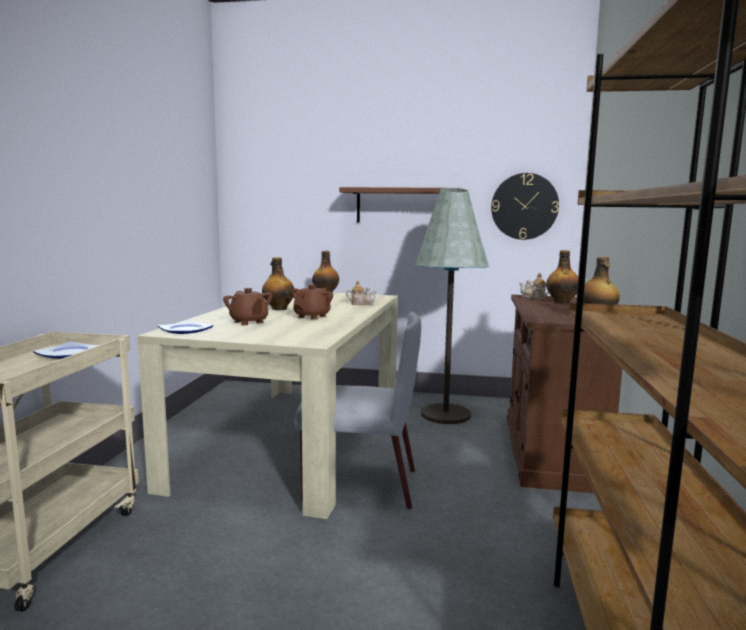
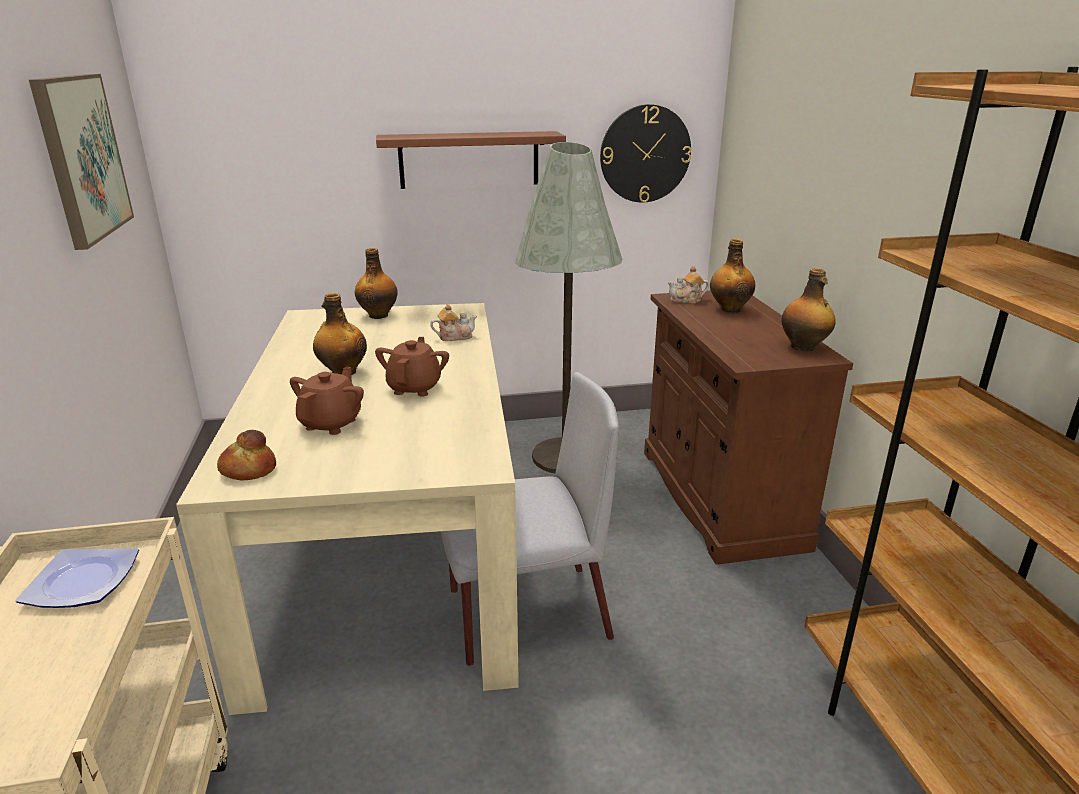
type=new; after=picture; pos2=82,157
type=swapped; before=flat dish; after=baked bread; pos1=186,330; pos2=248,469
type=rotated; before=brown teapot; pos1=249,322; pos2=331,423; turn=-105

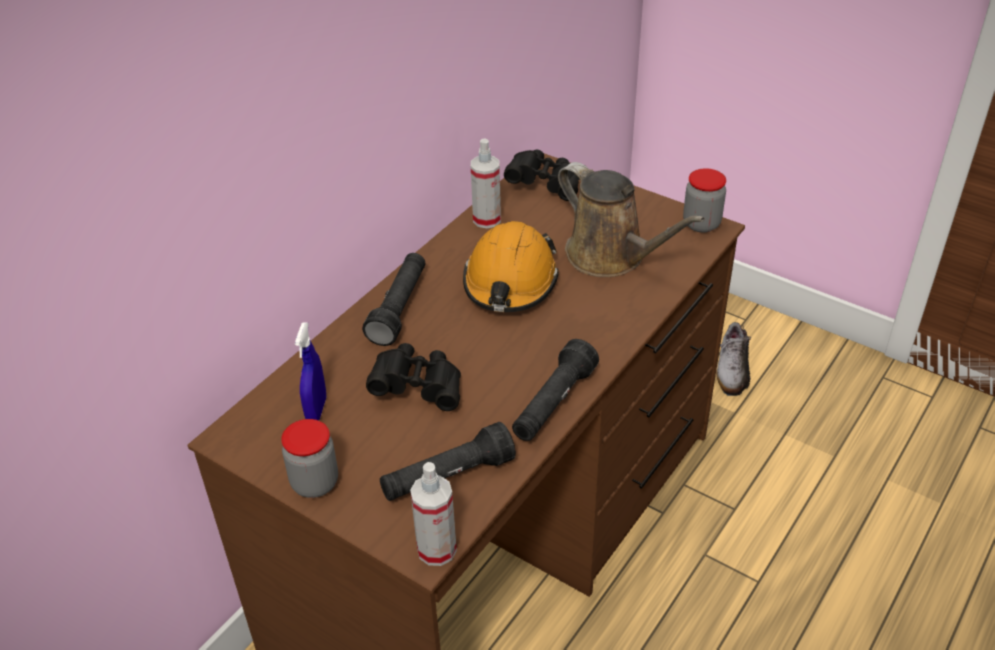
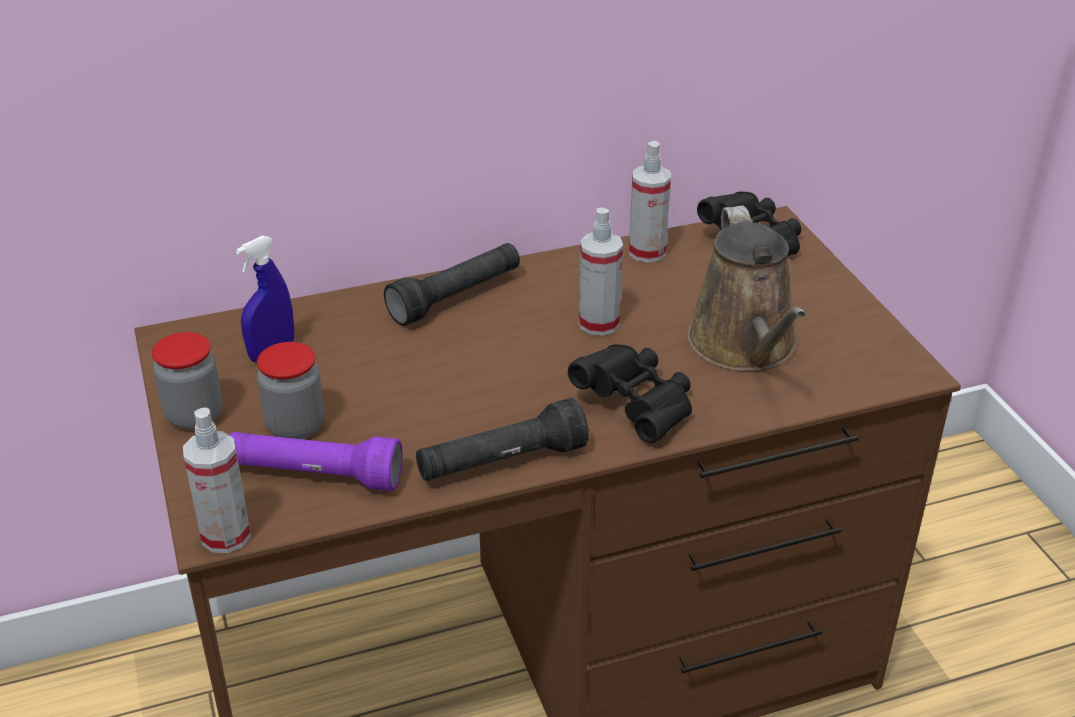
type=repainted; before=blackish flashlight; after=purple-coloured flashlight; pos1=447,477; pos2=315,475
type=shifted; before=storage jar; pos1=701,224; pos2=295,426
type=shifted; before=blackish binoculars; pos1=418,388; pos2=637,406
type=swapped; before=orange-coloured safety helmet; after=sprayer; pos1=510,282; pos2=598,323
type=gone; before=shoe; pos1=732,369

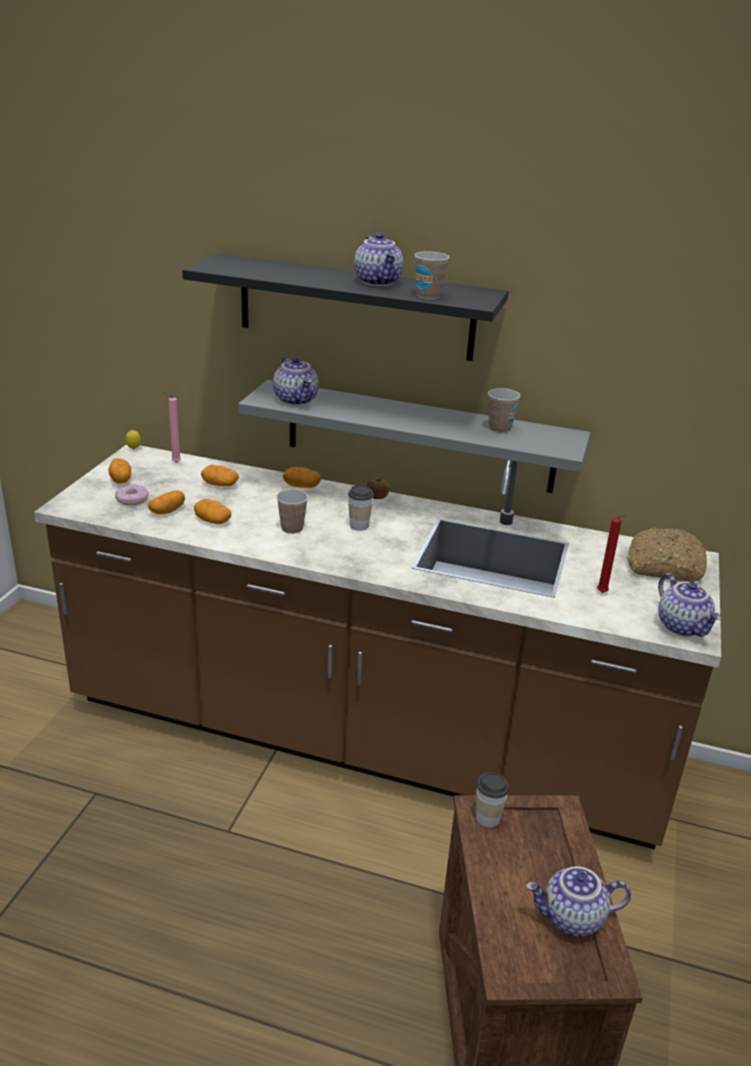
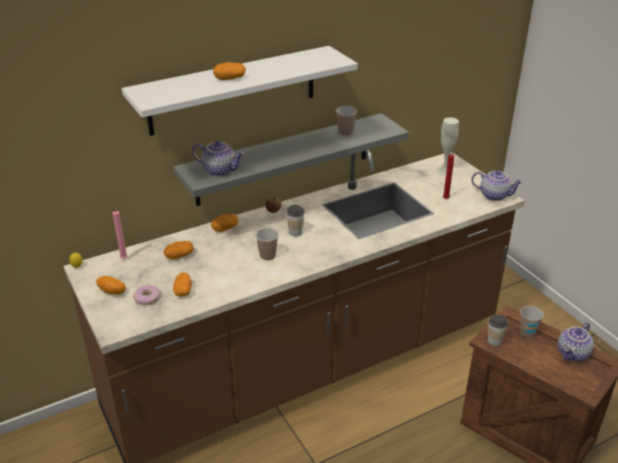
type=repainted; before=blackish wall shelf; after=whitish wall shelf; pos1=355,307; pos2=233,90
type=shifted; before=whole potato; pos1=212,521; pos2=229,79
type=swapped; before=baked bread; after=whitish decorative vase; pos1=663,566; pos2=444,171
type=shifted; before=small cup; pos1=428,296; pos2=527,332
type=gone; before=teapot; pos1=379,282

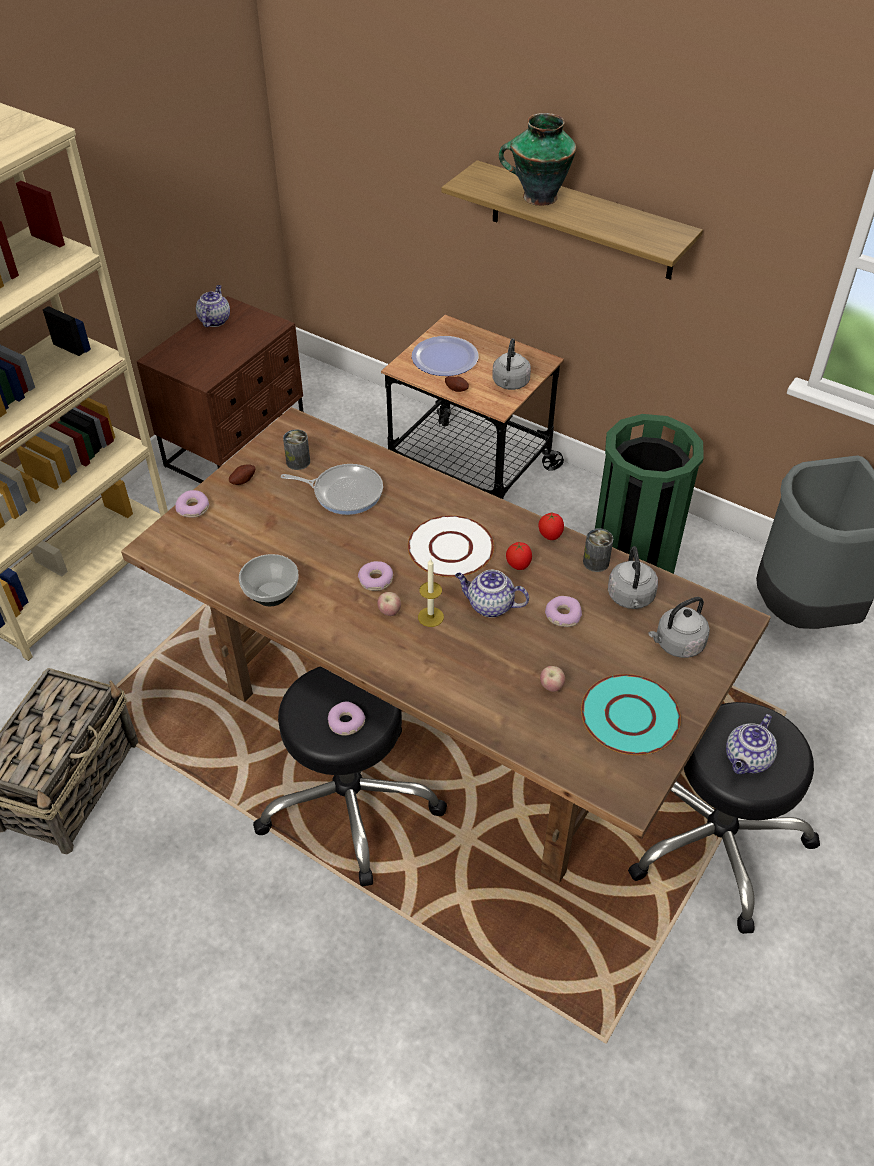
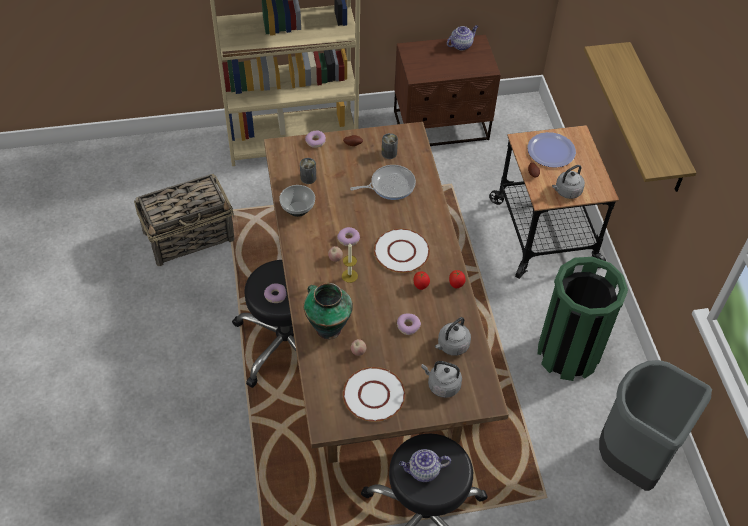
type=shifted; before=metal can; pos1=596,562; pos2=308,178
type=shifted; before=decorative vase; pos1=538,197; pos2=327,327
type=repainted; before=turquoise-coloured flat dish; after=whitish flat dish; pos1=630,716; pos2=374,395
type=rotated; before=pan; pos1=344,492; pos2=390,185; turn=-75
type=gone; before=teapot; pos1=489,606

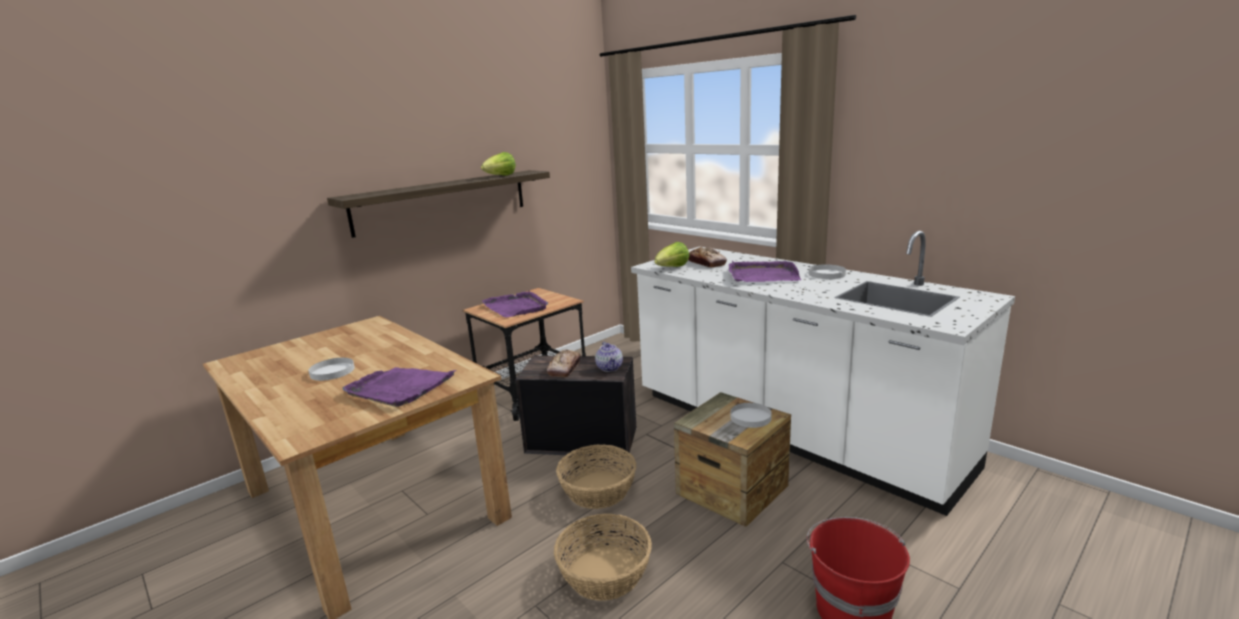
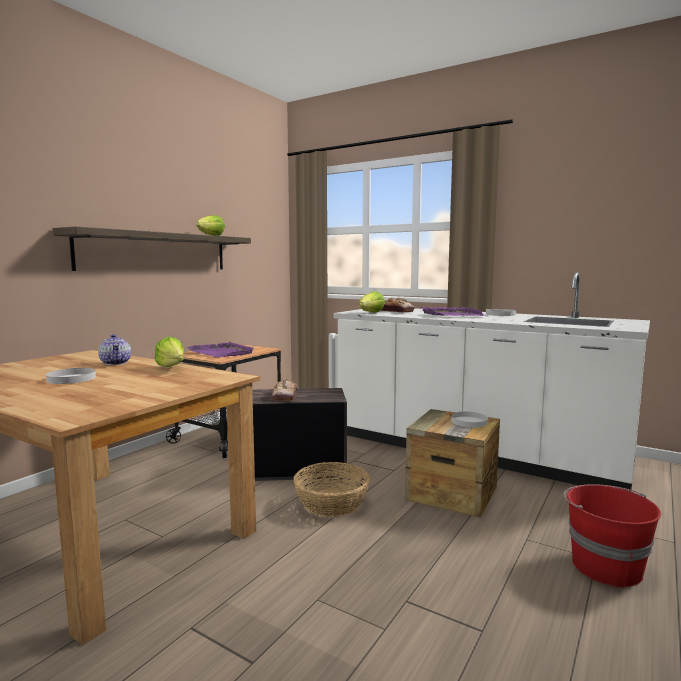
type=shifted; before=teapot; pos1=610,368; pos2=116,363
type=new; after=lettuce; pos2=172,368
type=gone; before=purple-coloured serving tray; pos1=400,388
type=gone; before=basket; pos1=604,572

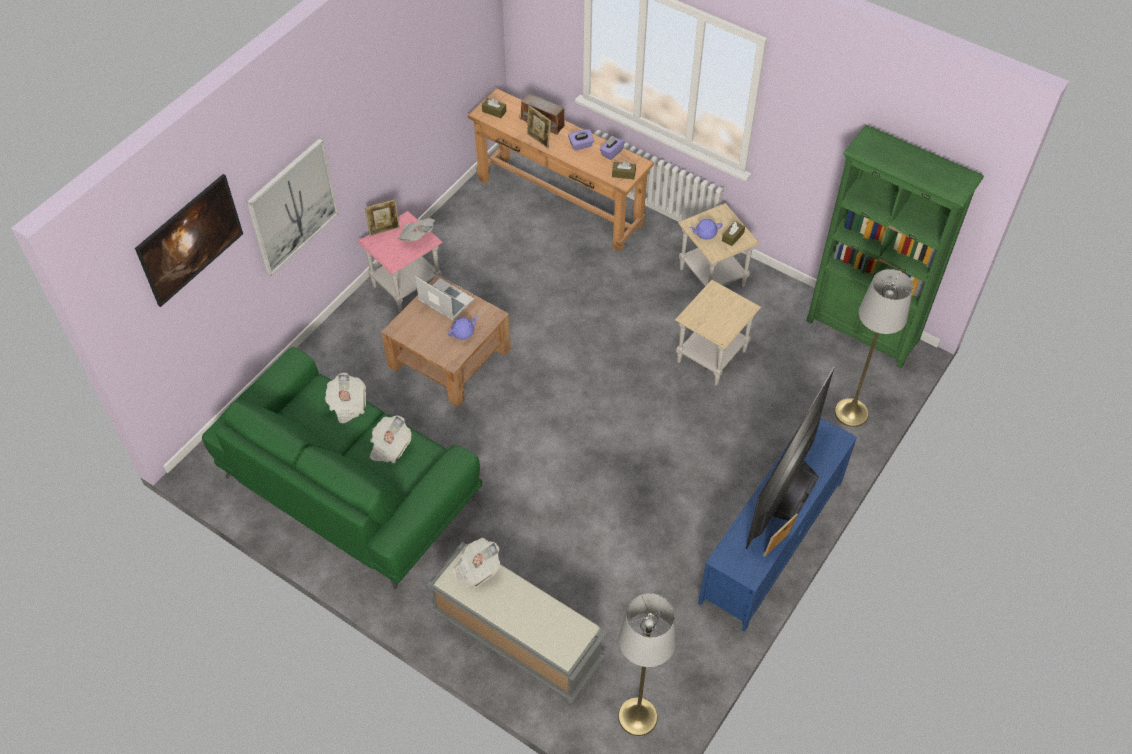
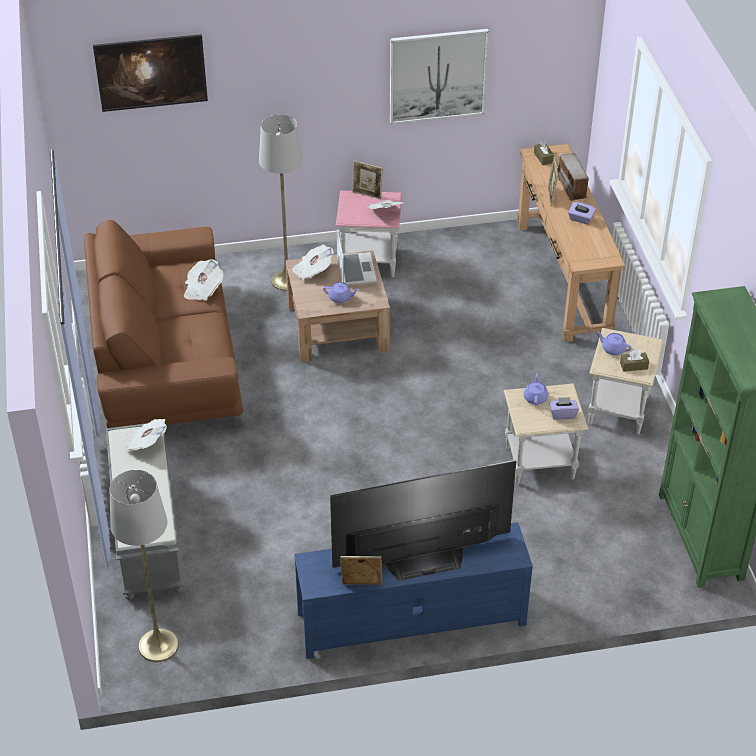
type=repainted; before=green-coloured settee; after=brown settee; pos1=349,486; pos2=166,358
type=shifted; before=gray standard lamp; pos1=851,412; pos2=287,280
type=shifted; before=newspaper; pos1=390,446; pos2=312,271
type=shifted; before=picture; pos1=292,207; pos2=437,76
type=new; after=purple-coloured teapot; pos2=535,397
type=shifted; before=purple-coloured tissue holder; pos1=611,153; pos2=562,414
type=gone; before=brown tissue holder; pos1=623,174

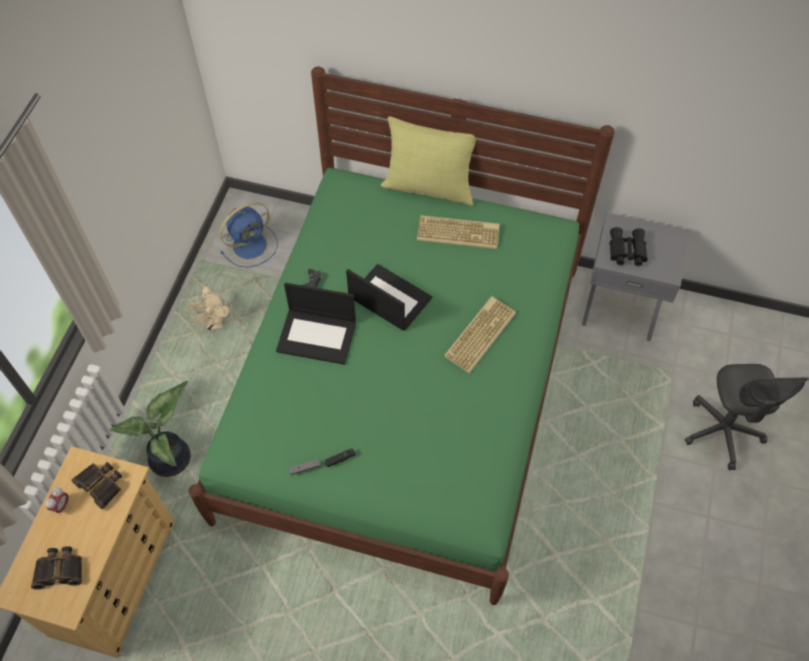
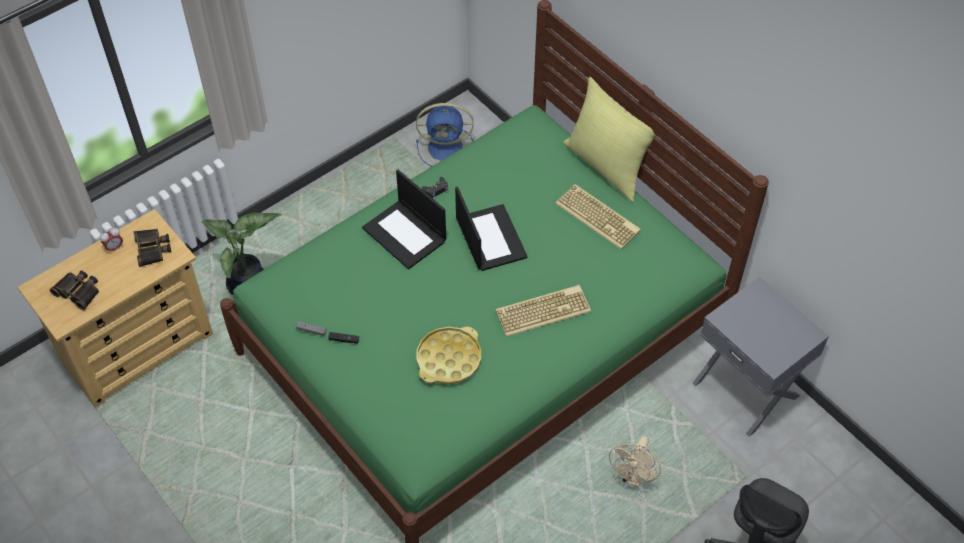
type=new; after=yellow-coloured serving tray; pos2=448,359
type=shifted; before=beige cooling fan; pos1=214,323; pos2=633,477
type=gone; before=blackish binoculars; pos1=626,251

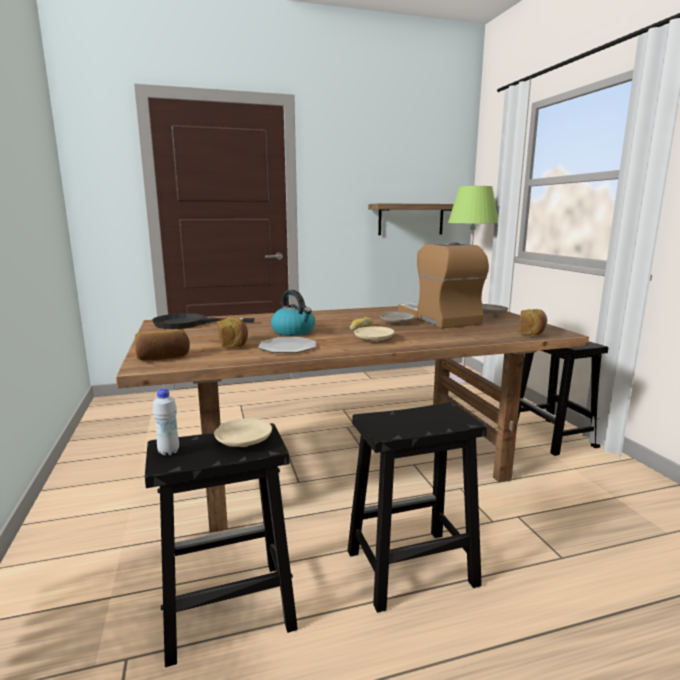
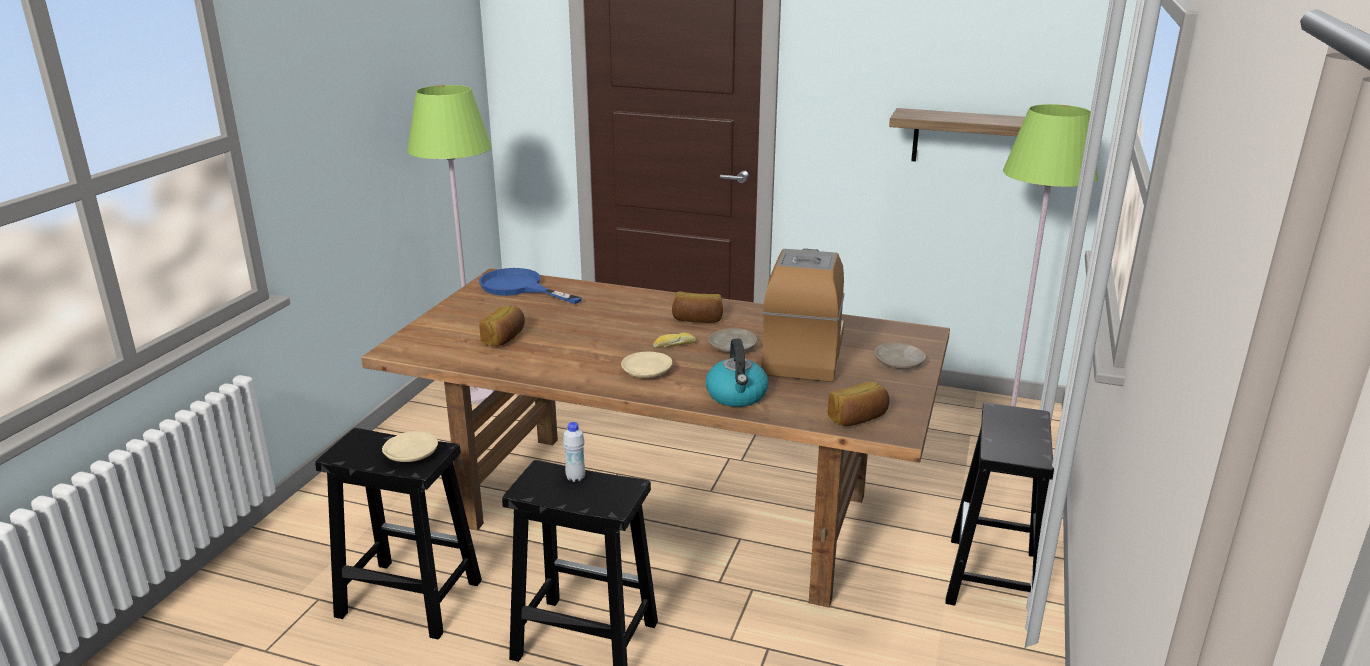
type=new; after=green-coloured standard lamp; pos2=474,393
type=repainted; before=blackish pan; after=bluish pan; pos1=190,323; pos2=519,287
type=shifted; before=whitish bottle; pos1=168,452; pos2=575,478
type=shifted; before=baked bread; pos1=163,358; pos2=697,320
type=shifted; before=tea kettle; pos1=294,332; pos2=737,396
type=gone; before=flat dish; pos1=287,347

